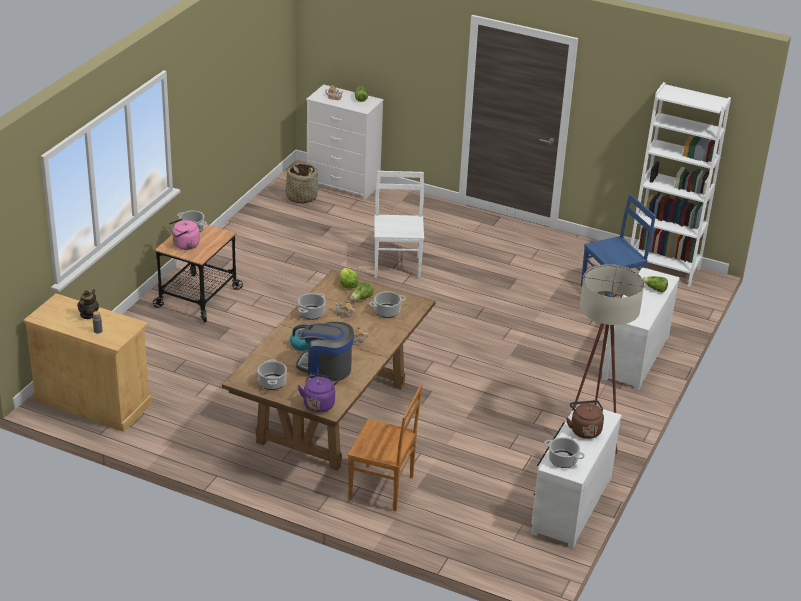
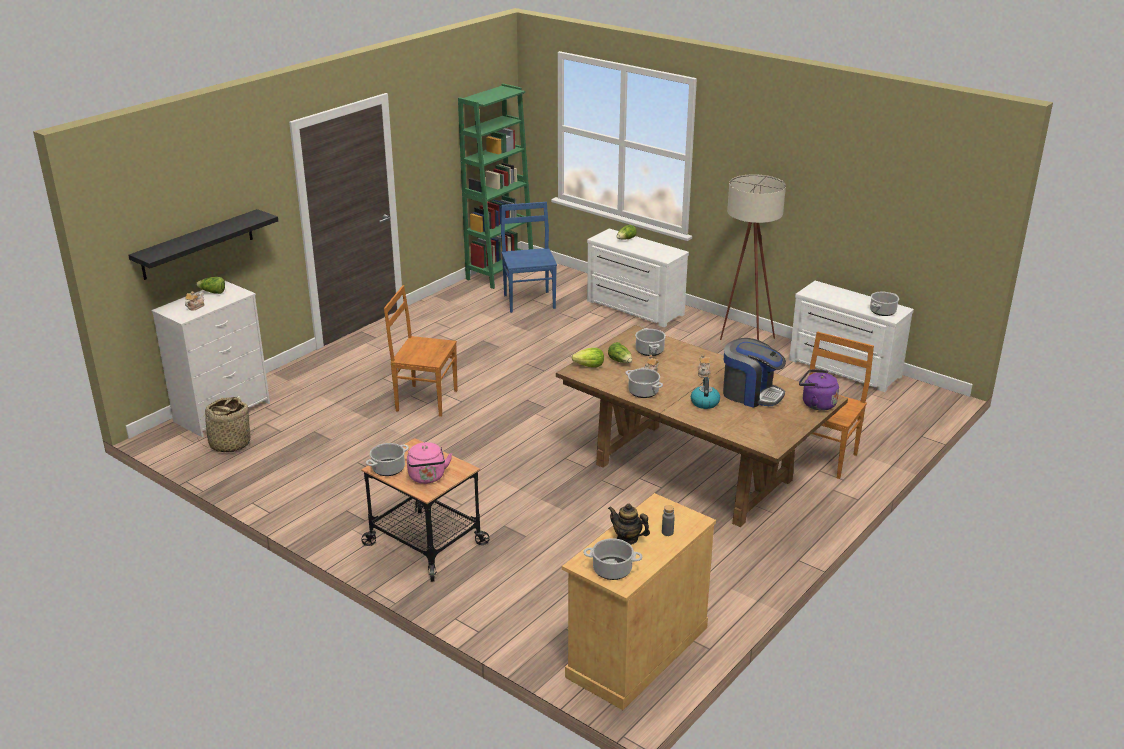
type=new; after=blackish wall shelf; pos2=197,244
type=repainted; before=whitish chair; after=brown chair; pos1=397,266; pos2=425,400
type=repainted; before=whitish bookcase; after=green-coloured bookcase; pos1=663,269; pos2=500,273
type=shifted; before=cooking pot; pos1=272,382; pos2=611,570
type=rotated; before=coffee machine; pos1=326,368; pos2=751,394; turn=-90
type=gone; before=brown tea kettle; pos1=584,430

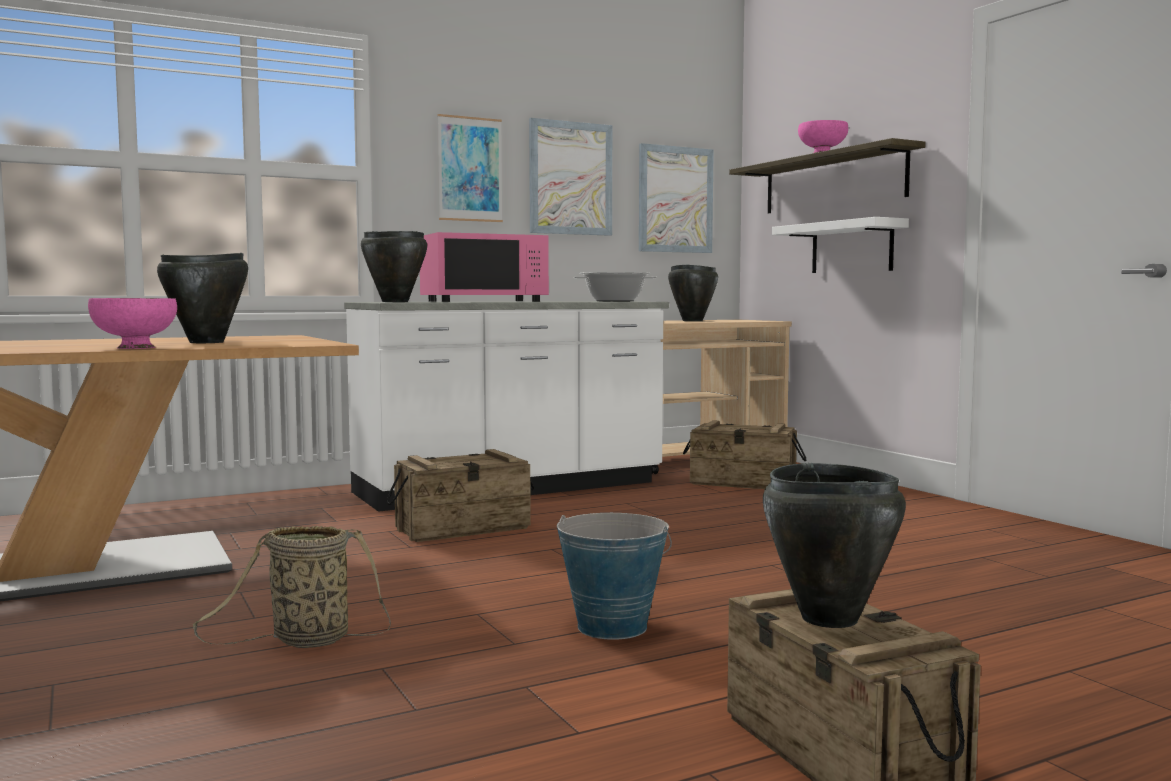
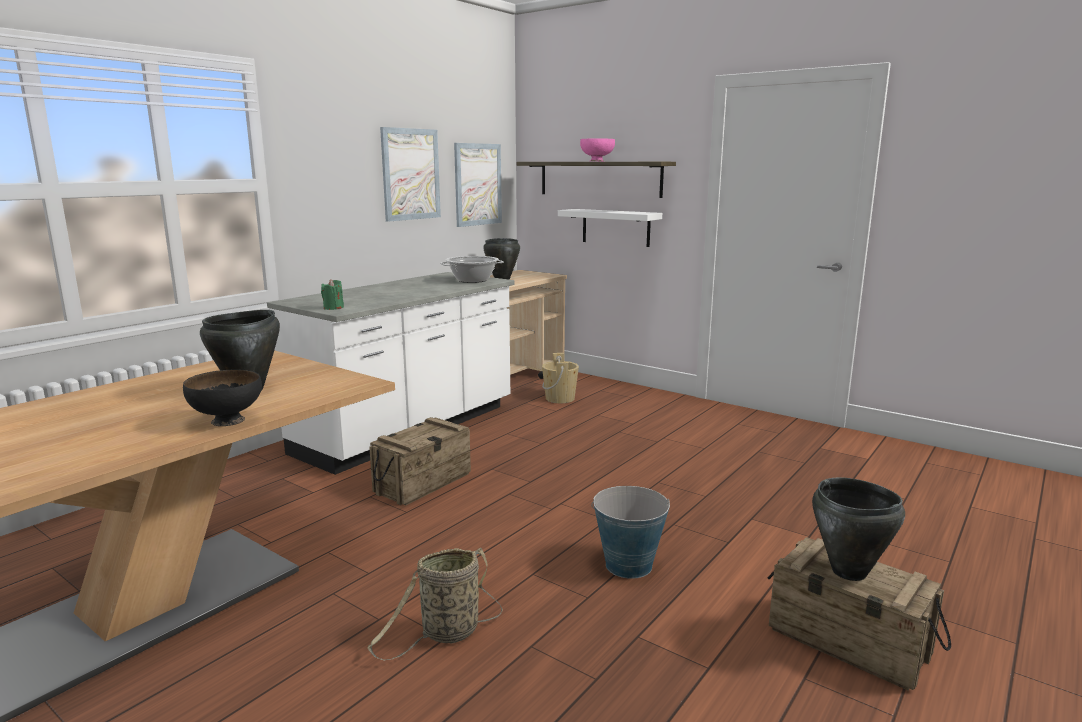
type=repainted; before=pinkish serving bowl; after=blackish serving bowl; pos1=135,348; pos2=227,421
type=swapped; before=blackish cooking pot; after=green-coloured wax light; pos1=395,302; pos2=333,308
type=swapped; before=crate; after=beige water bucket; pos1=743,483; pos2=560,398
type=gone; before=pinkish microwave; pos1=484,301
type=gone; before=picture; pos1=470,169

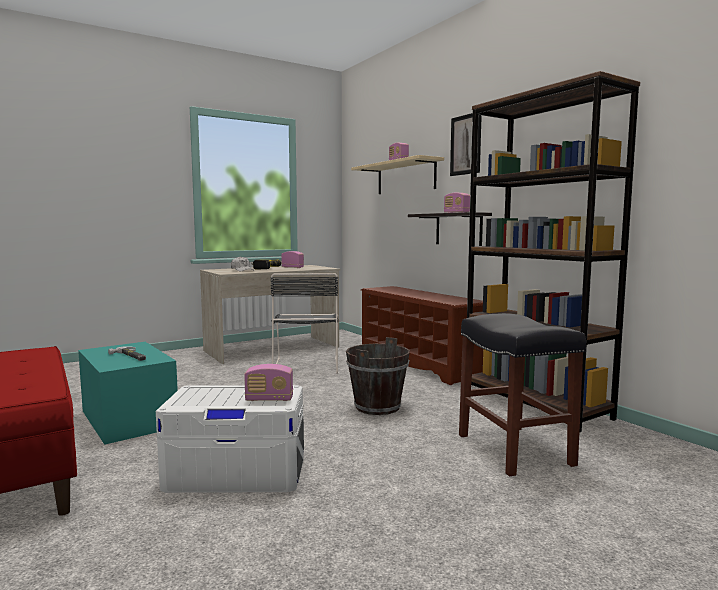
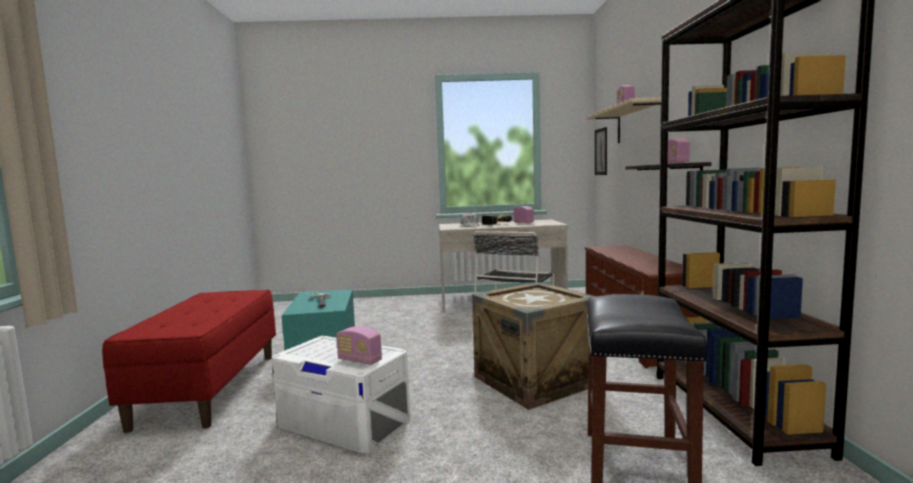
type=swapped; before=brown water bucket; after=crate; pos1=378,407; pos2=535,381
type=shifted; before=picture; pos1=465,145; pos2=601,151

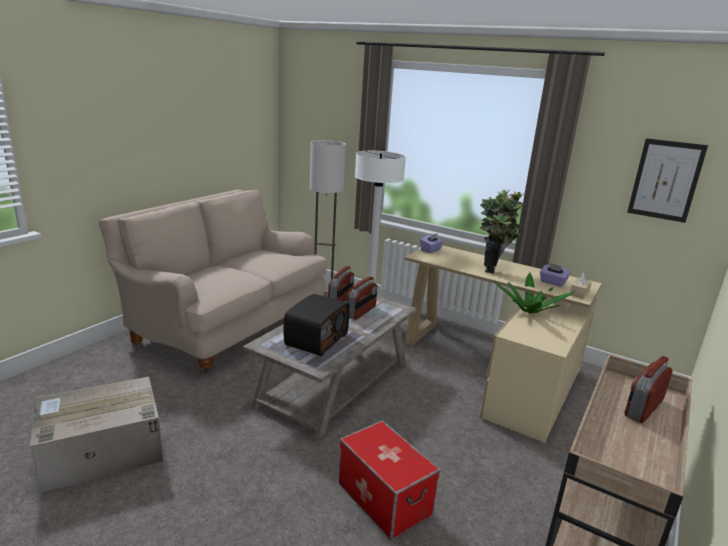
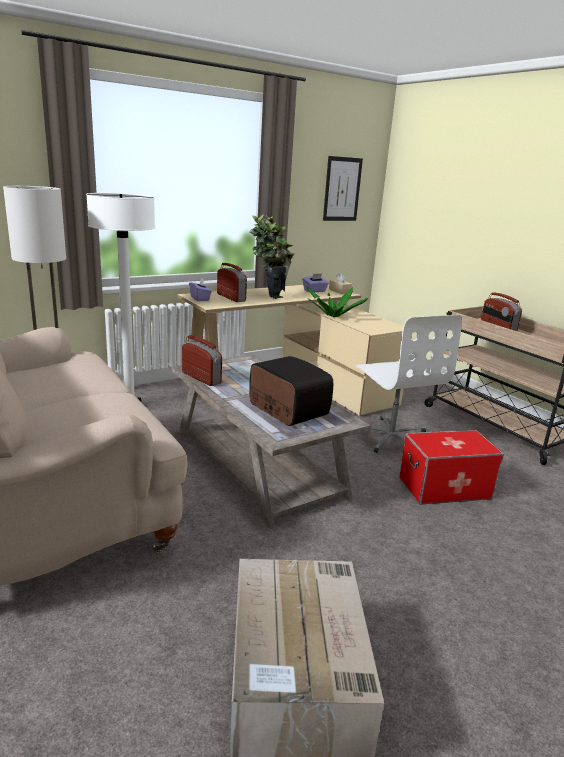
type=shifted; before=radio; pos1=361,312; pos2=231,297
type=new; after=whitish desk chair; pos2=391,437

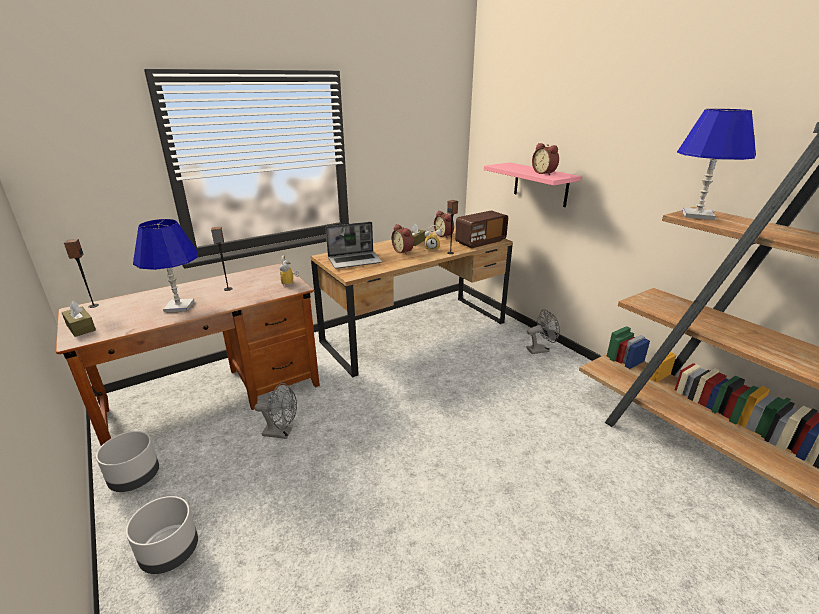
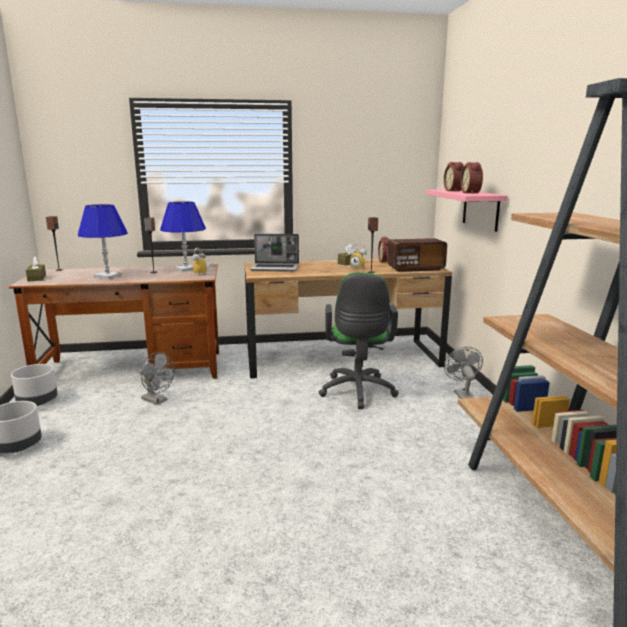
type=shifted; before=bluish table lamp; pos1=697,215; pos2=186,269
type=new; after=green-coloured desk chair; pos2=357,393
type=shifted; before=bedside clock; pos1=403,251; pos2=455,191
type=rotated; before=gray cooling fan; pos1=540,349; pos2=462,394; turn=-105

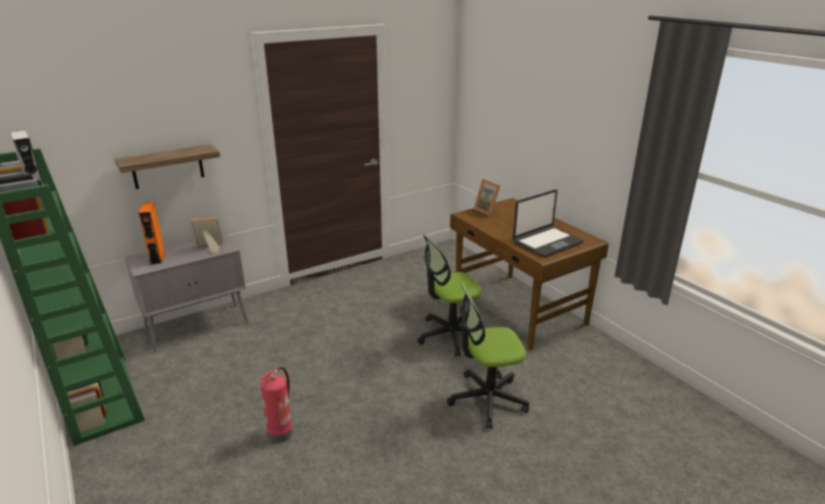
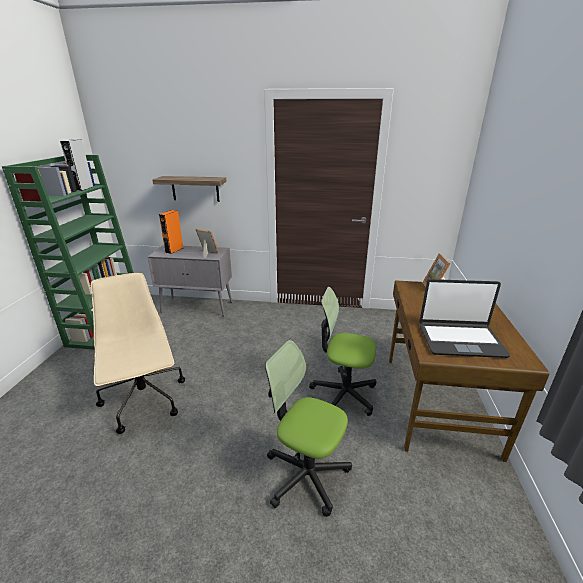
type=swapped; before=fire-fighting cylinder; after=beige desk chair; pos1=280,432; pos2=145,401

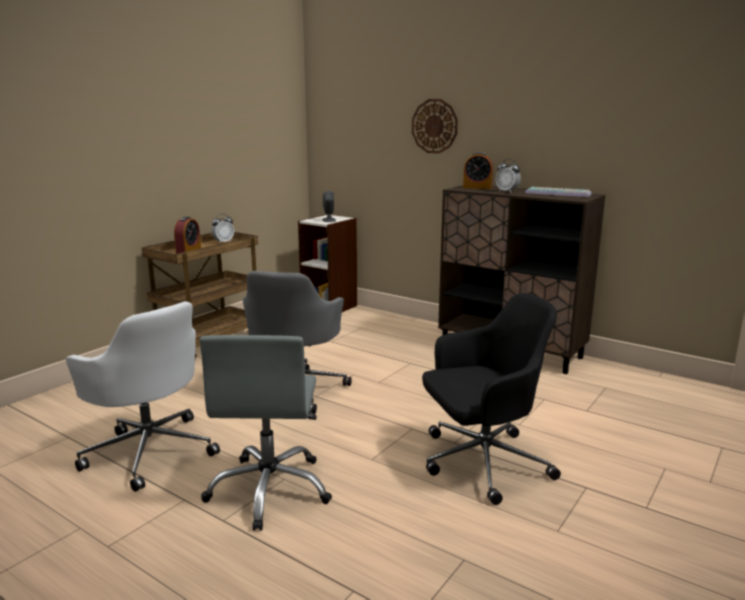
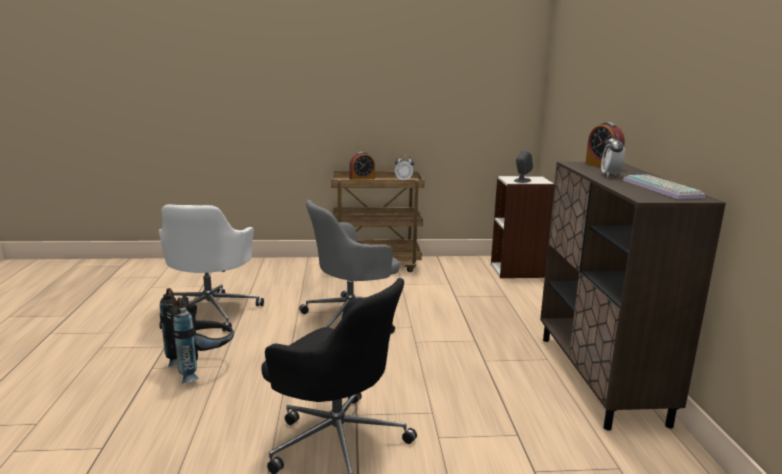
type=swapped; before=gray desk chair; after=blackish rucksack; pos1=270,489; pos2=202,367
type=gone; before=hanging clock; pos1=434,126

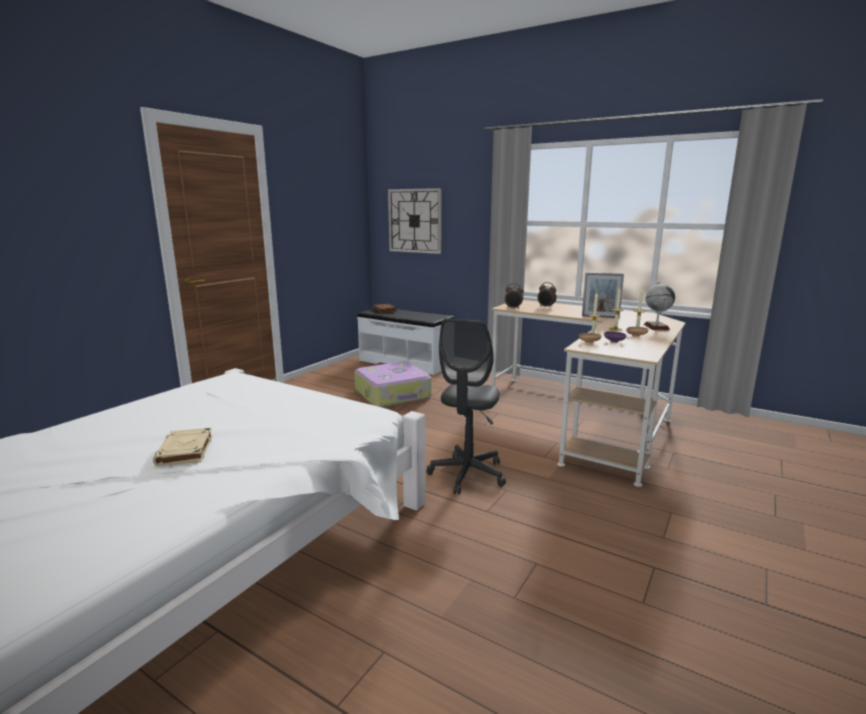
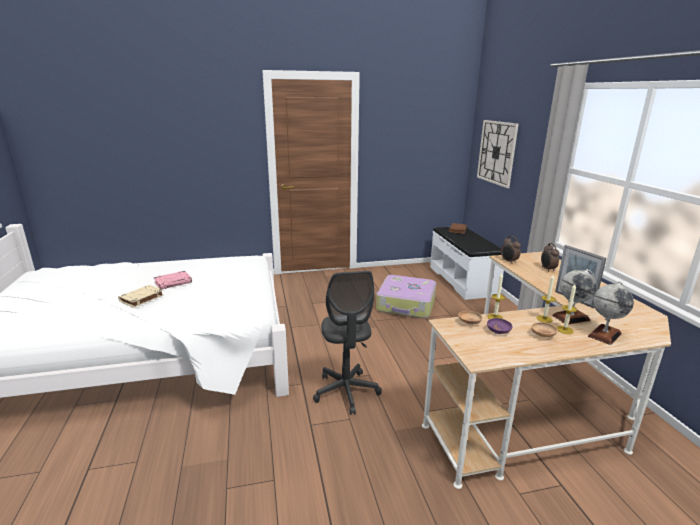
type=new; after=pinkish bound book; pos2=173,282
type=rotated; before=gray desk chair; pos1=467,474; pos2=346,392; turn=-75
type=new; after=world globe; pos2=571,317

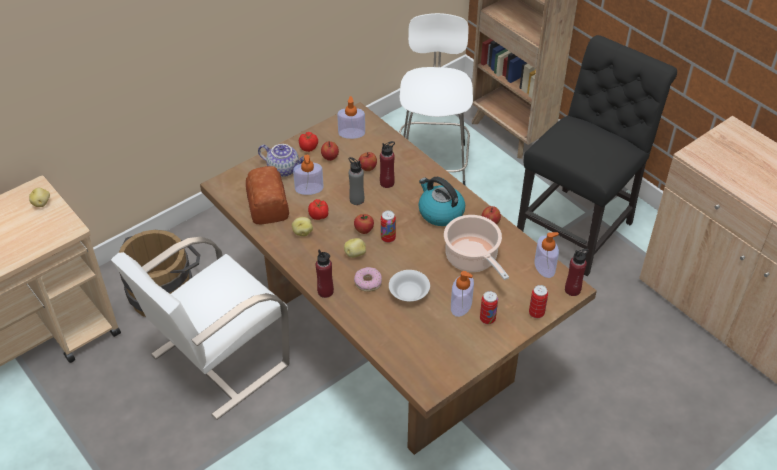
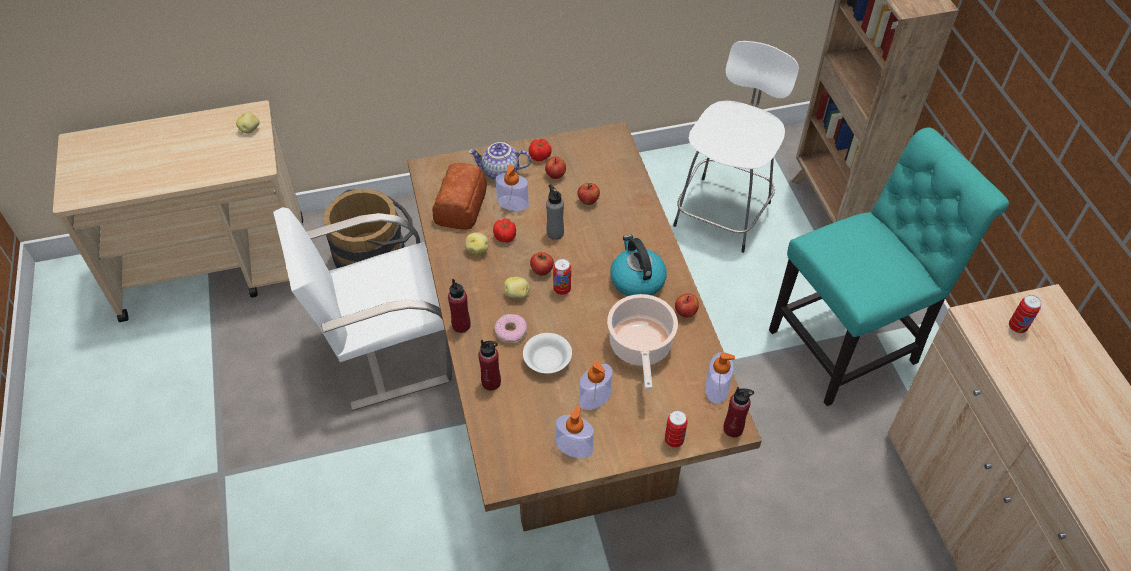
type=rotated; before=teapot; pos1=284,169; pos2=500,172; turn=135
type=shifted; before=red-coloured bottle; pos1=387,183; pos2=491,382
type=shifted; before=soap dispenser; pos1=351,133; pos2=574,446
type=repainted; before=blackish chair; after=turquoise-coloured chair; pos1=578,227; pos2=850,344
type=shifted; before=metal can; pos1=487,319; pos2=1017,327

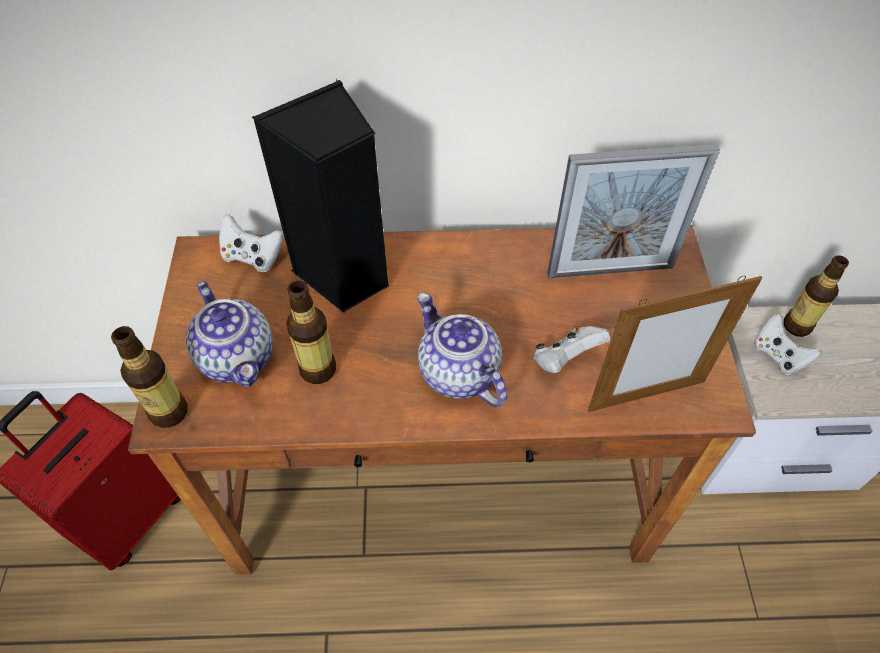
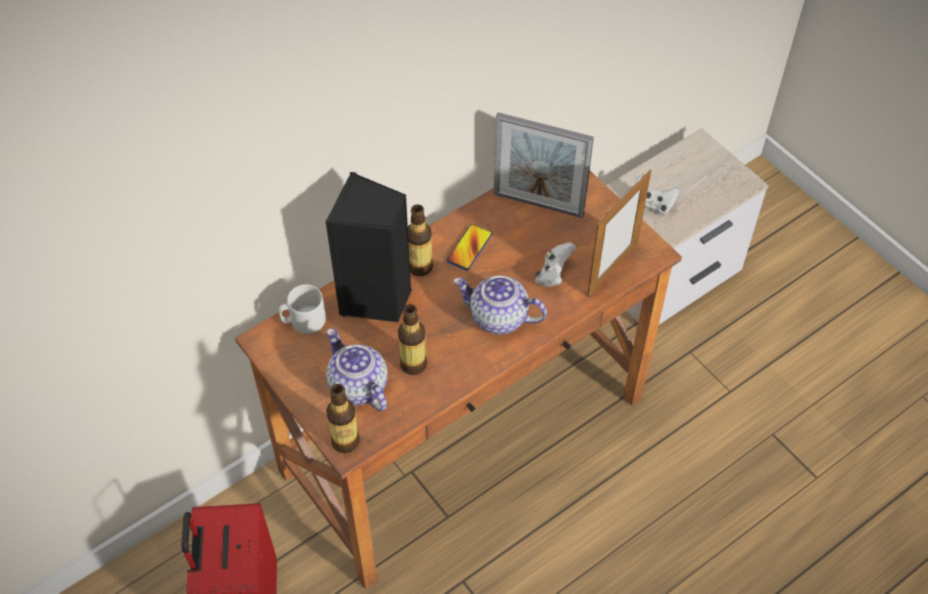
type=swapped; before=whitish gamepad; after=gray coffee mug; pos1=253,257; pos2=303,321
type=rotated; before=teapot; pos1=238,357; pos2=357,386; turn=-150
type=shifted; before=bottle; pos1=797,326; pos2=420,267
type=new; after=telephone; pos2=469,248
type=rotated; before=standing frame; pos1=610,270; pos2=538,204; turn=60

